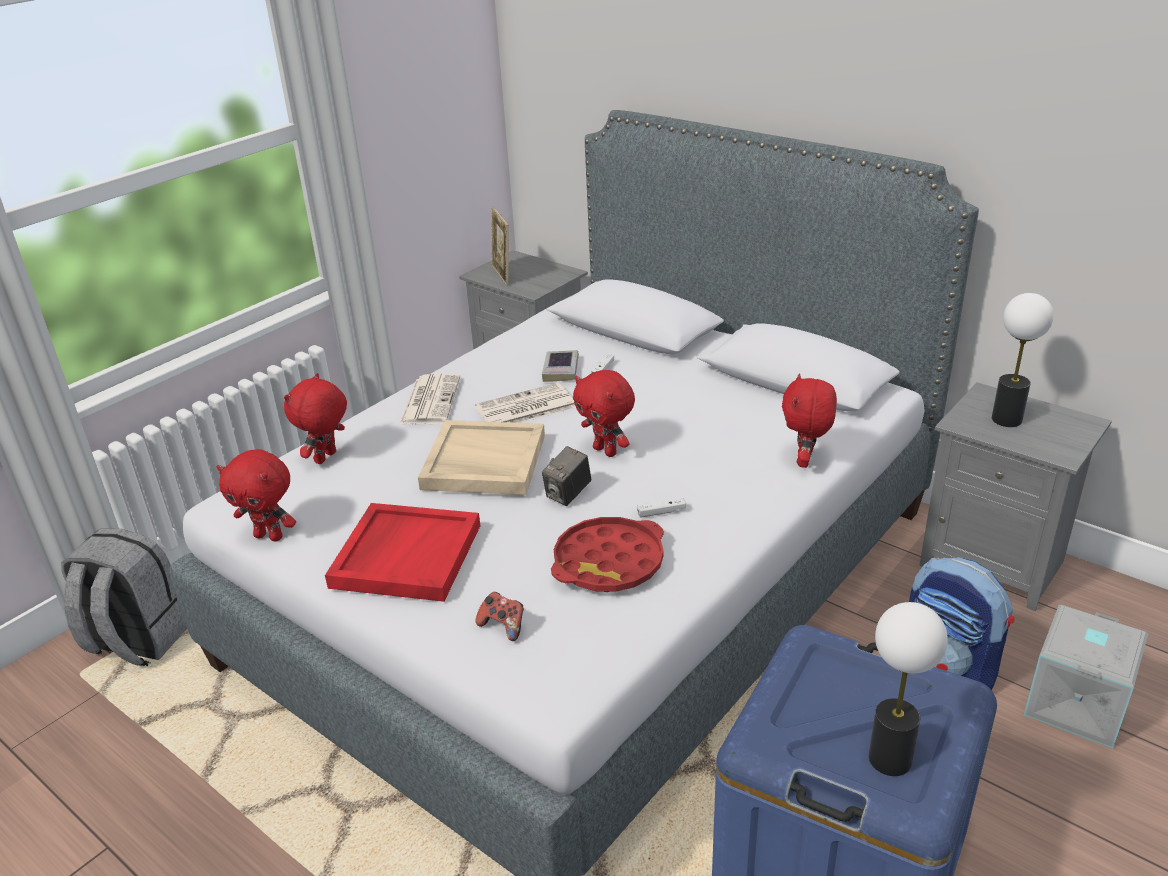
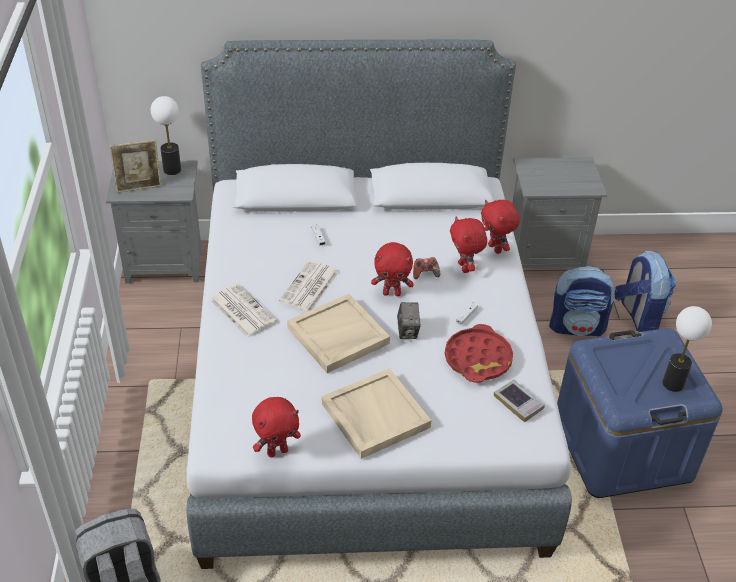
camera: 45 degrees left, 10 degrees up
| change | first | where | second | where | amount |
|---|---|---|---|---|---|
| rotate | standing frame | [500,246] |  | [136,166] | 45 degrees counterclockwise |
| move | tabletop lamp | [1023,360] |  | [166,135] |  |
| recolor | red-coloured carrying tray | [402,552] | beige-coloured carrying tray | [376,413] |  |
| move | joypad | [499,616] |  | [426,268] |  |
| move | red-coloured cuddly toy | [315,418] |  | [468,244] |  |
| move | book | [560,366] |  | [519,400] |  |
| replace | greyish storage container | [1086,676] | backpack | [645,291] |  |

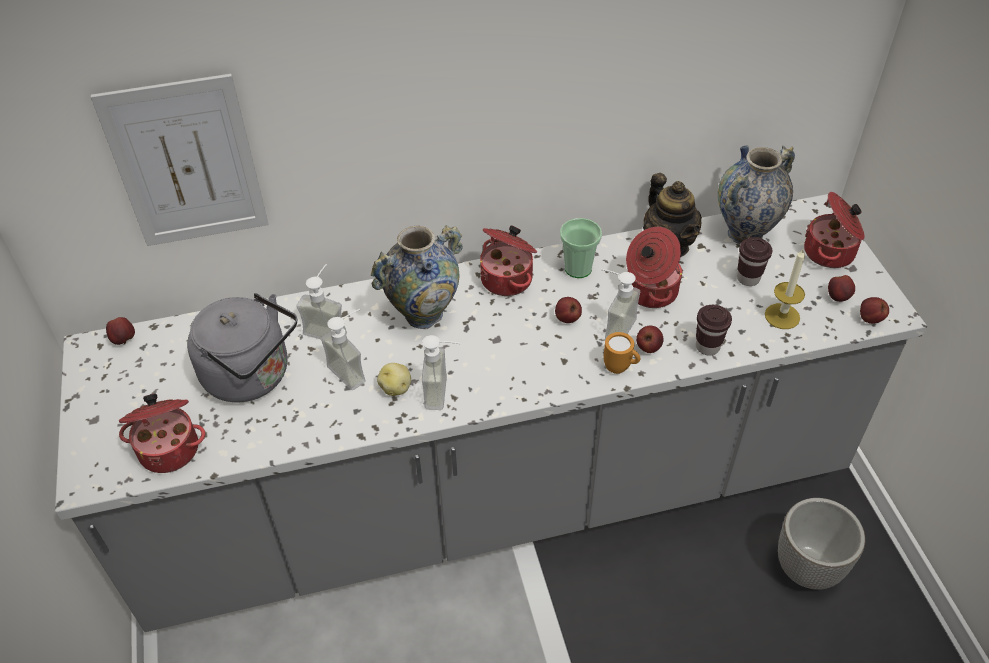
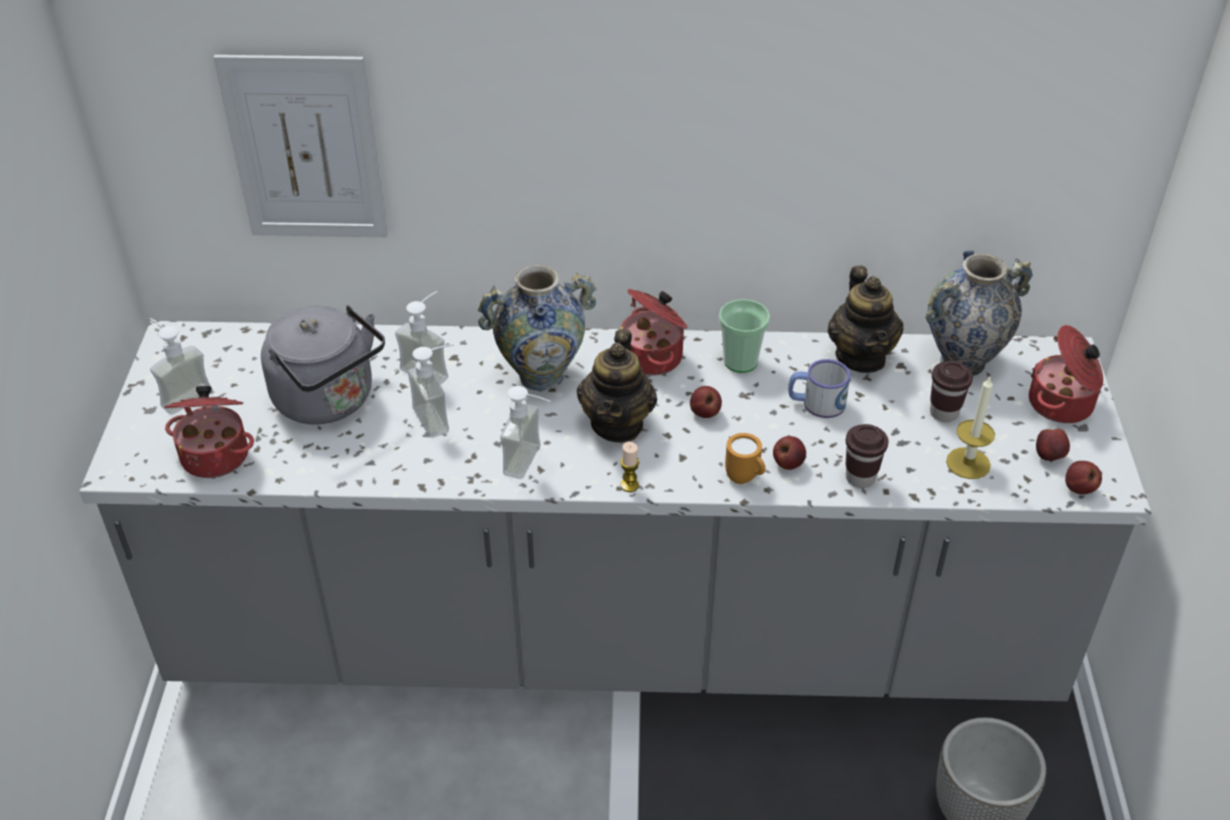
camera: 15 degrees right, 5 degrees down
| change | first | where | second | where | amount |
|---|---|---|---|---|---|
| move | liquid soap bottle | [620,304] |  | [181,366] |  |
| insert |  |  | pot for tea | [617,386] |  |
| insert |  |  | candle | [630,467] |  |
| replace | cooking pot | [654,267] | tea mug | [819,388] |  |
| delete | whole apple | [120,331] |  |  |  |
| delete | potato | [394,379] |  |  |  |

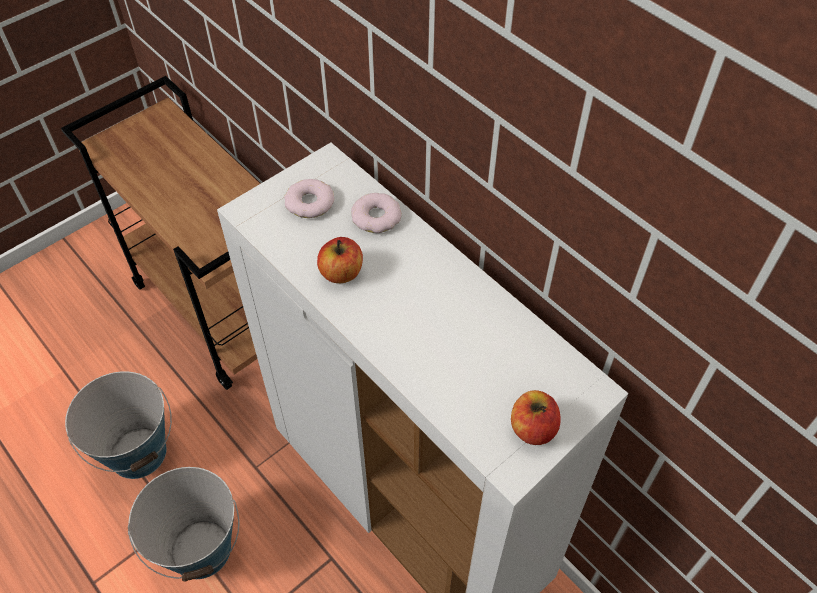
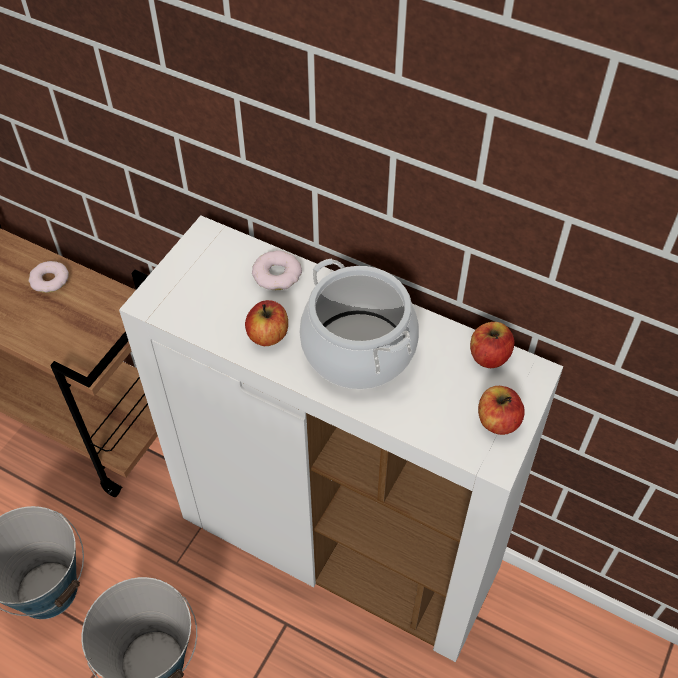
camera: 20 degrees left, 0 degrees up
| change | first | where | second | where | amount |
|---|---|---|---|---|---|
| move | ring doughnut | [309,198] |  | [48,277] |  |
| insert |  |  | cooking pot | [359,323] |  |
| insert |  |  | whole apple | [492,345] |  |

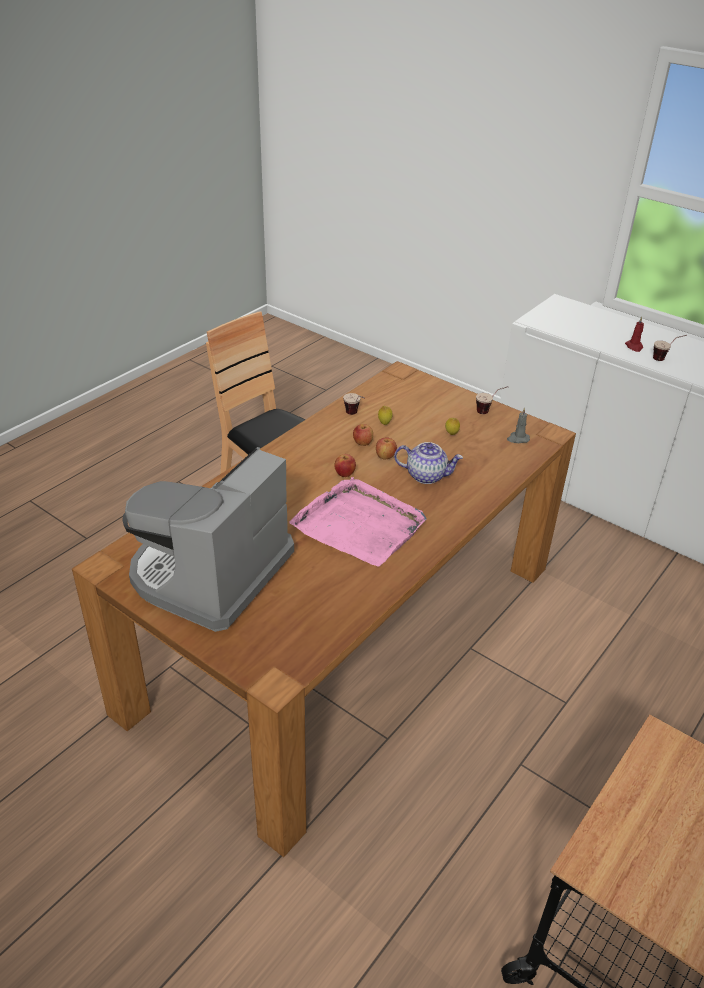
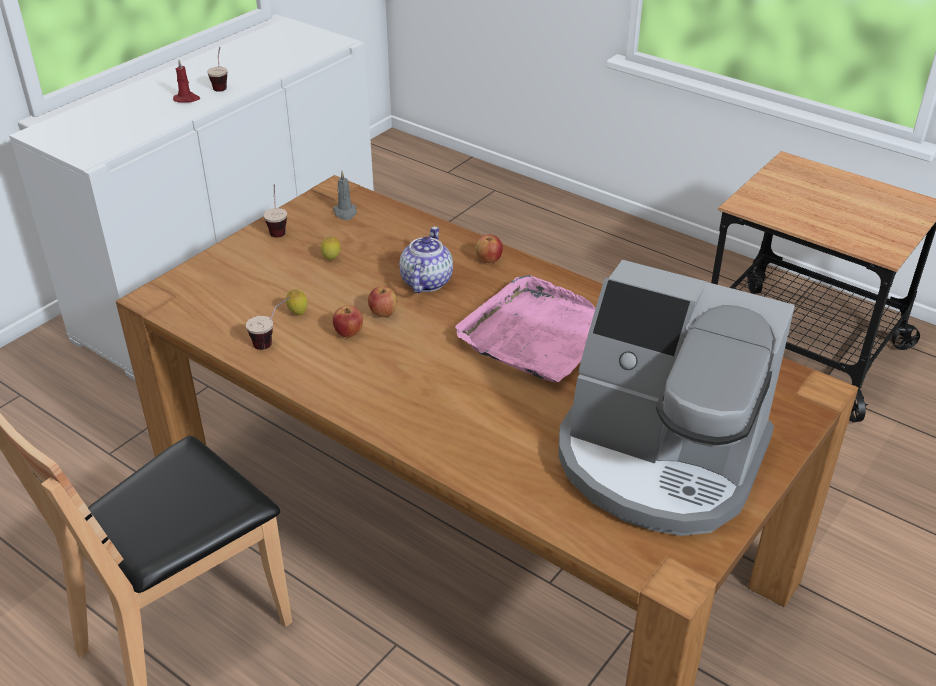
camera: 90 degrees left, 0 degrees up
| change | first | where | second | where | amount |
|---|---|---|---|---|---|
| move | whole apple | [345,465] |  | [489,248] |  |

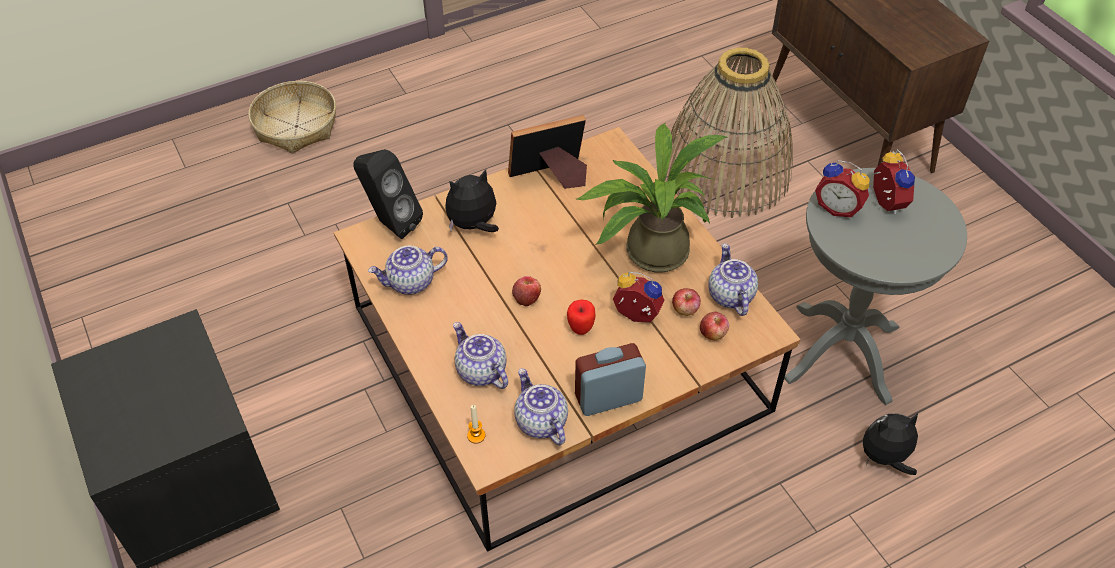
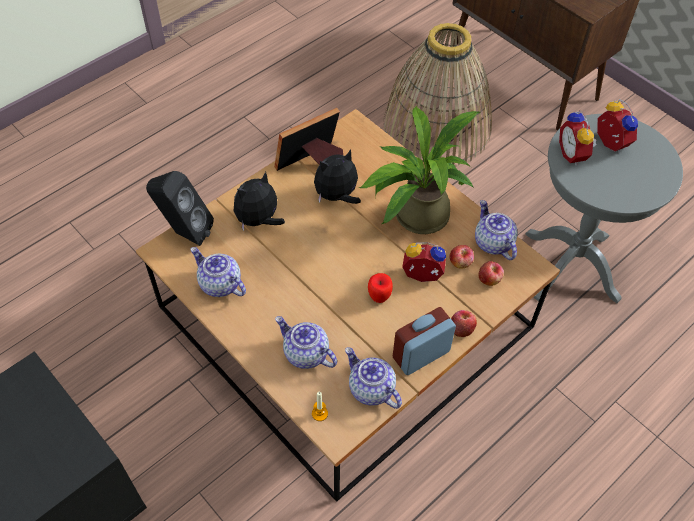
camera: 15 degrees left, 5 degrees up
| change | first | where | second | where | amount |
|---|---|---|---|---|---|
| rotate | pot for tea | [408,270] |  | [218,272] | 75 degrees clockwise |
| move | cuddly toy | [890,444] |  | [337,177] |  |
| move | whole apple | [526,291] |  | [464,323] |  |
| rotate | bedside clock | [842,188] |  | [578,138] | 60 degrees clockwise |
| delete | basket | [292,117] |  |  |  |

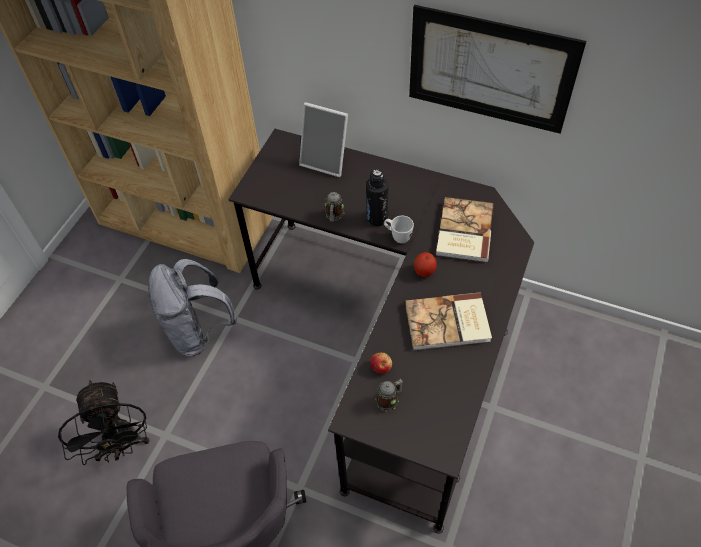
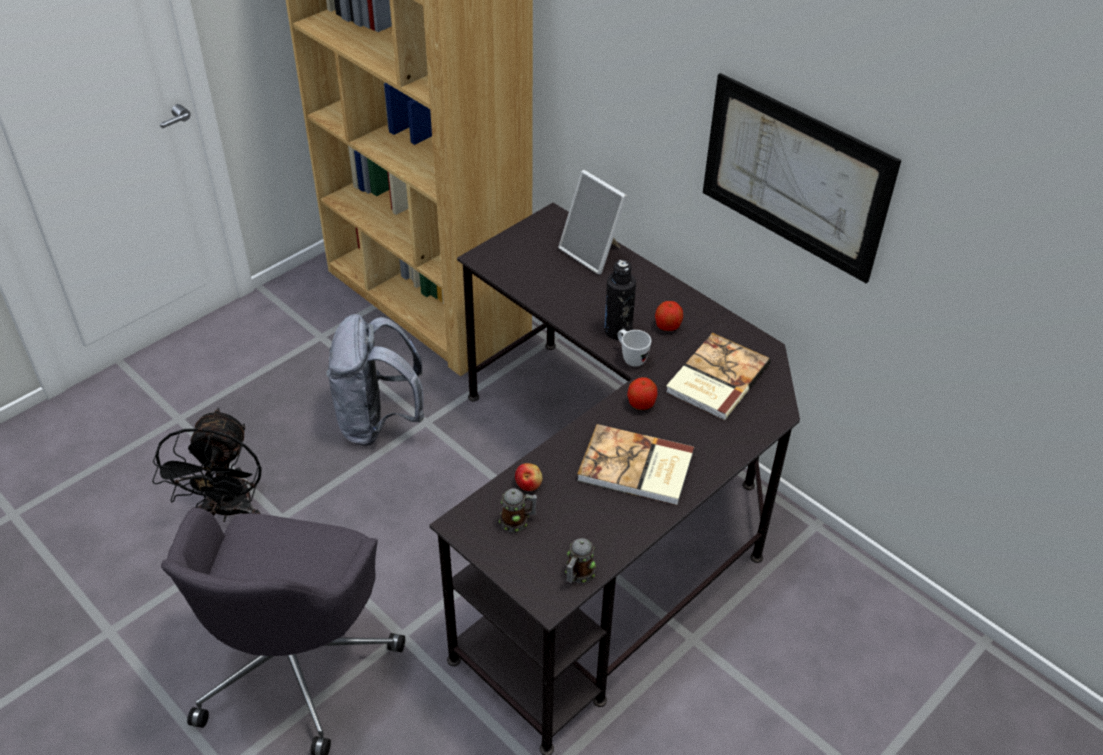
camera: 20 degrees right, 10 degrees down
| change | first | where | second | where | amount |
|---|---|---|---|---|---|
| move | tea mug | [335,207] |  | [580,560] |  |
| insert |  |  | whole apple | [669,316] |  |

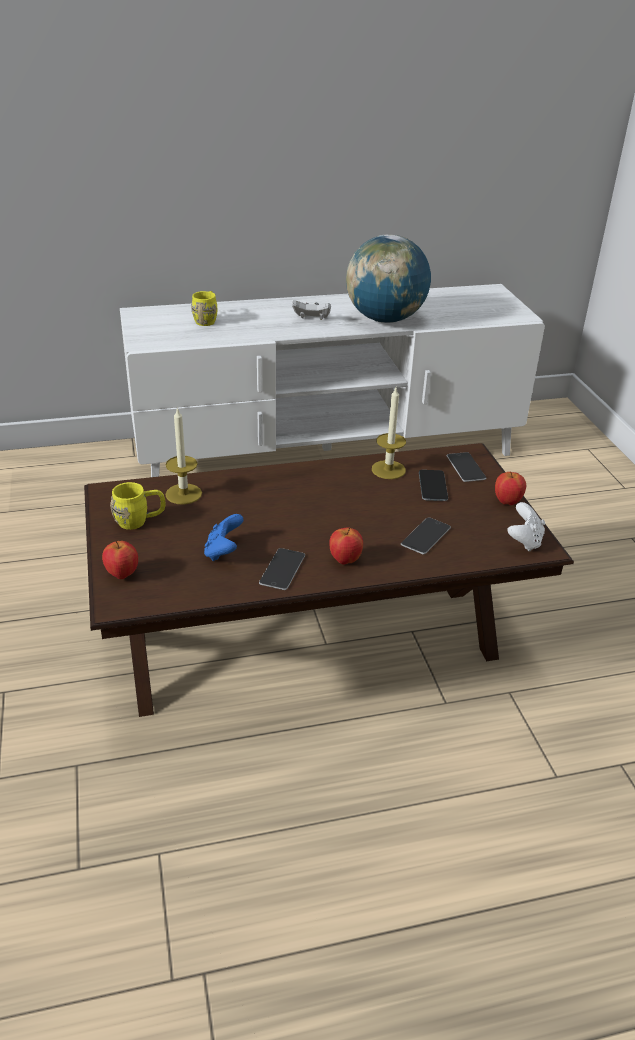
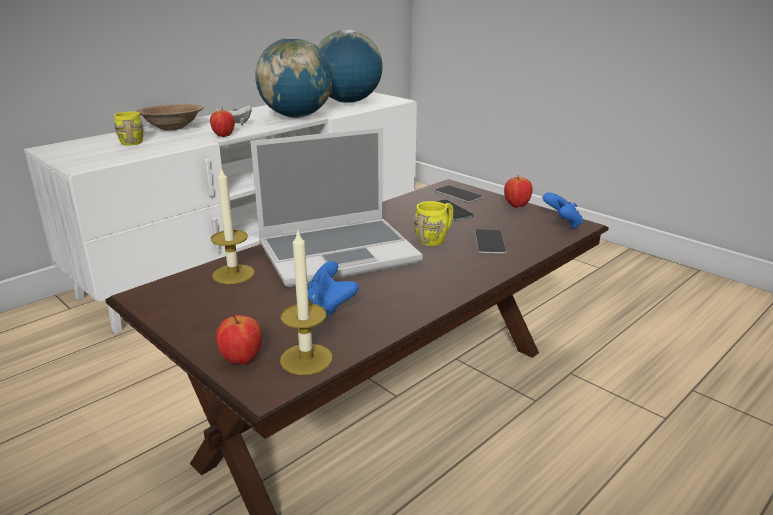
camera: 30 degrees left, 10 degrees down
| change | first | where | second | where | amount |
|---|---|---|---|---|---|
| insert |  |  | brown serving bowl | [170,117] |  |
| move | whole apple | [346,546] |  | [222,122] |  |
| insert |  |  | notebook computer | [336,207] |  |
| move | candle | [389,433] |  | [306,303] |  |
| insert |  |  | world globe | [350,66] |  |
| move | yellowish tea mug | [137,506] |  | [433,223] |  |
| recolor | white-coloured joypad | [526,527] | bluish joypad | [563,211] |  |
| delete | handset | [282,569] |  |  |  |

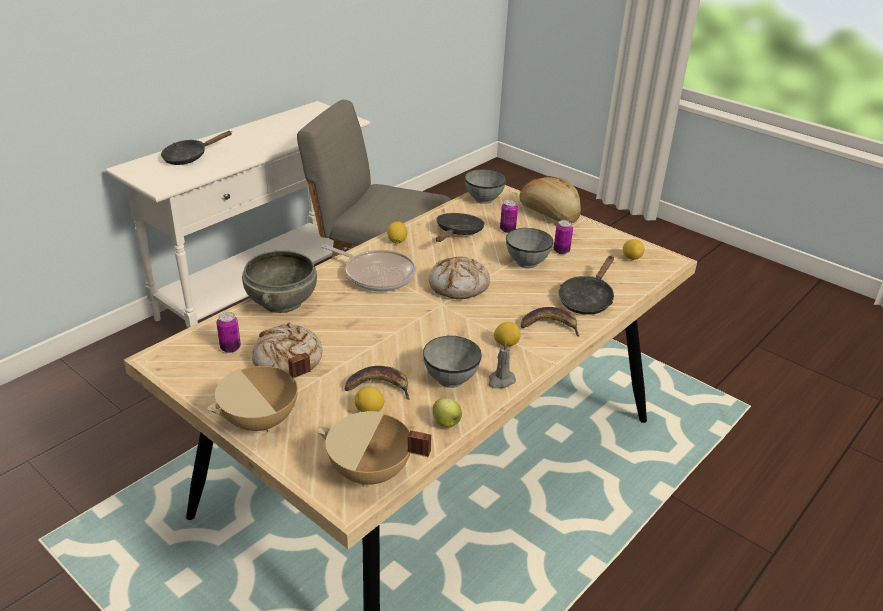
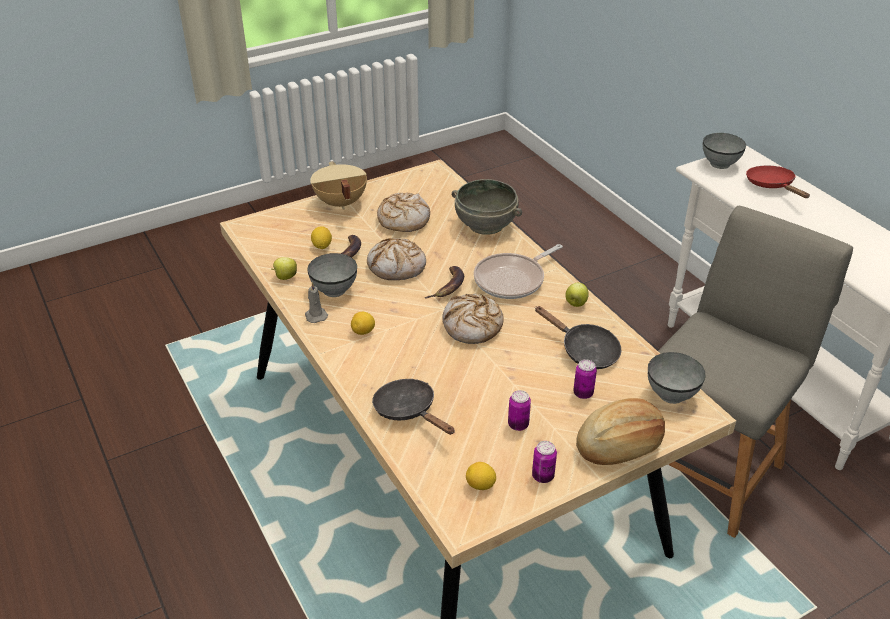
camera: 110 degrees right, 5 degrees up
| change | first | where | second | where | amount |
|---|---|---|---|---|---|
| insert |  |  | bakery bread | [396,259] |  |
| move | whole banana | [550,322] |  | [444,282] |  |
| move | sealed can | [228,332] |  | [544,462] |  |
| replace | lemon | [397,232] | whole apple | [577,295] |  |
| move | greyish serving bowl | [529,248] |  | [724,151] |  |
| recolor | black pan | [196,148] | red-coloured pan | [778,181] |  |
| delete | beige-coloured cooking pot | [375,449] |  |  |  |

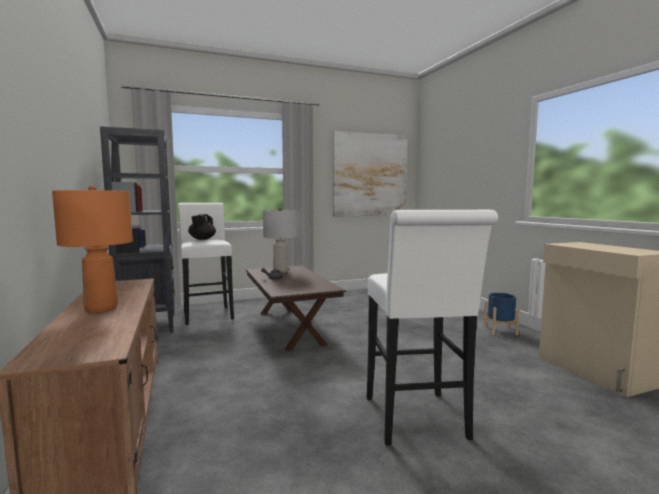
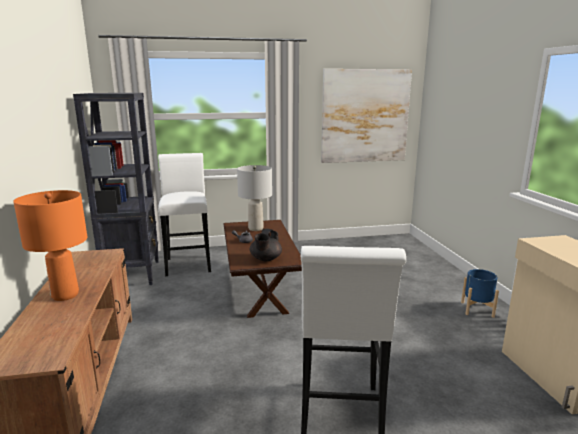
camera: 10 degrees right, 10 degrees up
| change | first | where | second | where | amount |
|---|---|---|---|---|---|
| move | black pot for tea | [202,227] |  | [266,245] |  |

